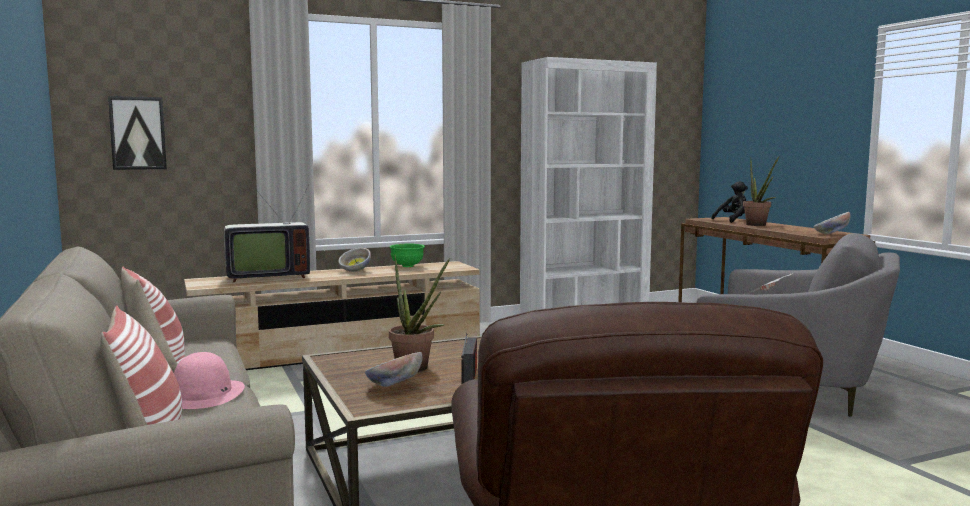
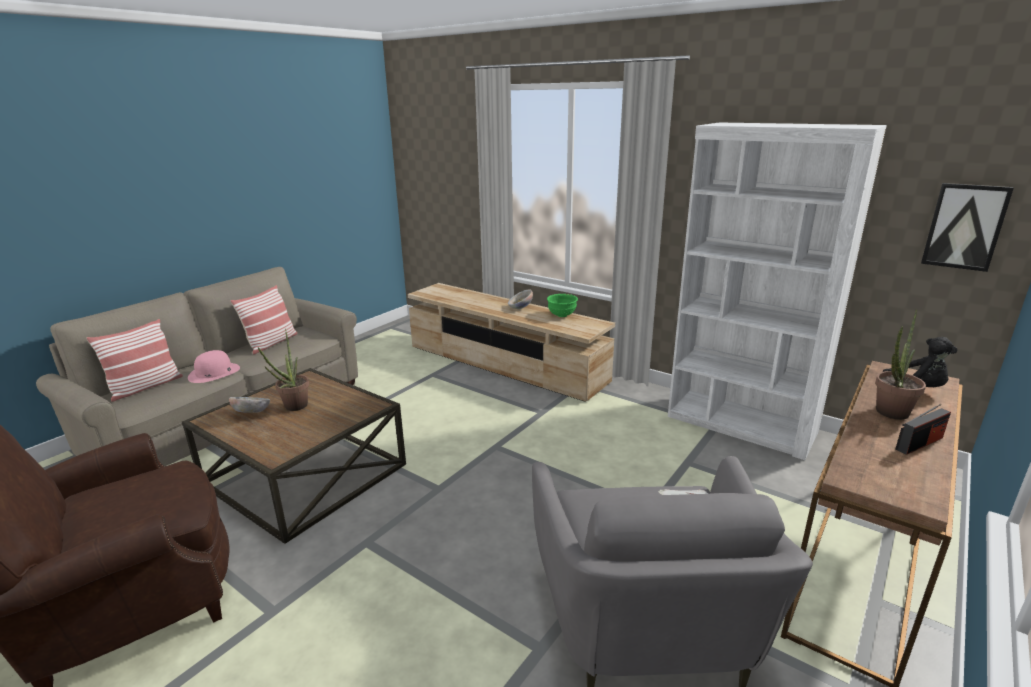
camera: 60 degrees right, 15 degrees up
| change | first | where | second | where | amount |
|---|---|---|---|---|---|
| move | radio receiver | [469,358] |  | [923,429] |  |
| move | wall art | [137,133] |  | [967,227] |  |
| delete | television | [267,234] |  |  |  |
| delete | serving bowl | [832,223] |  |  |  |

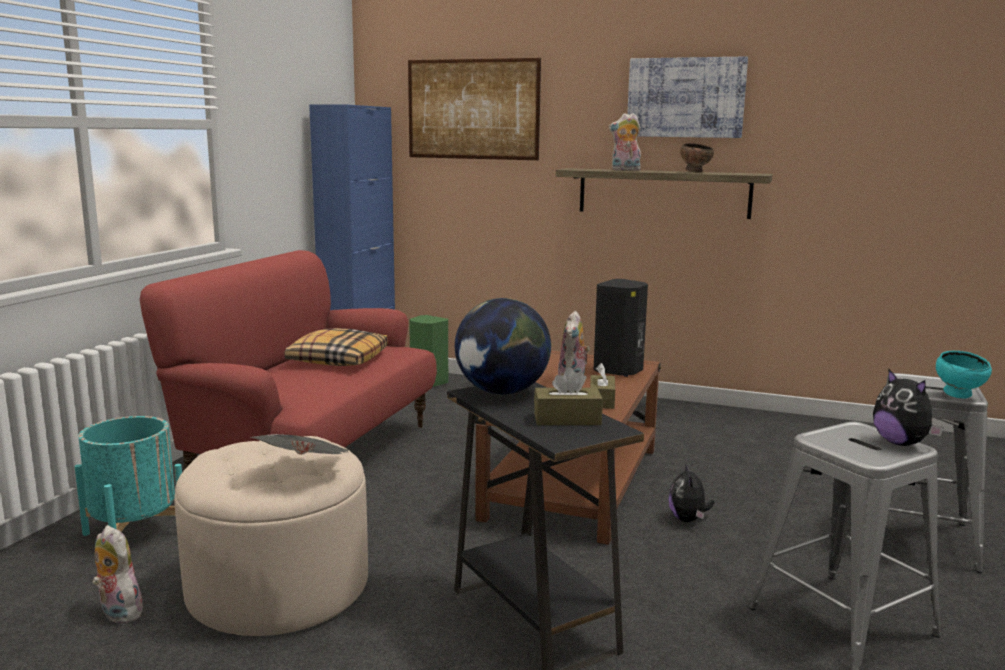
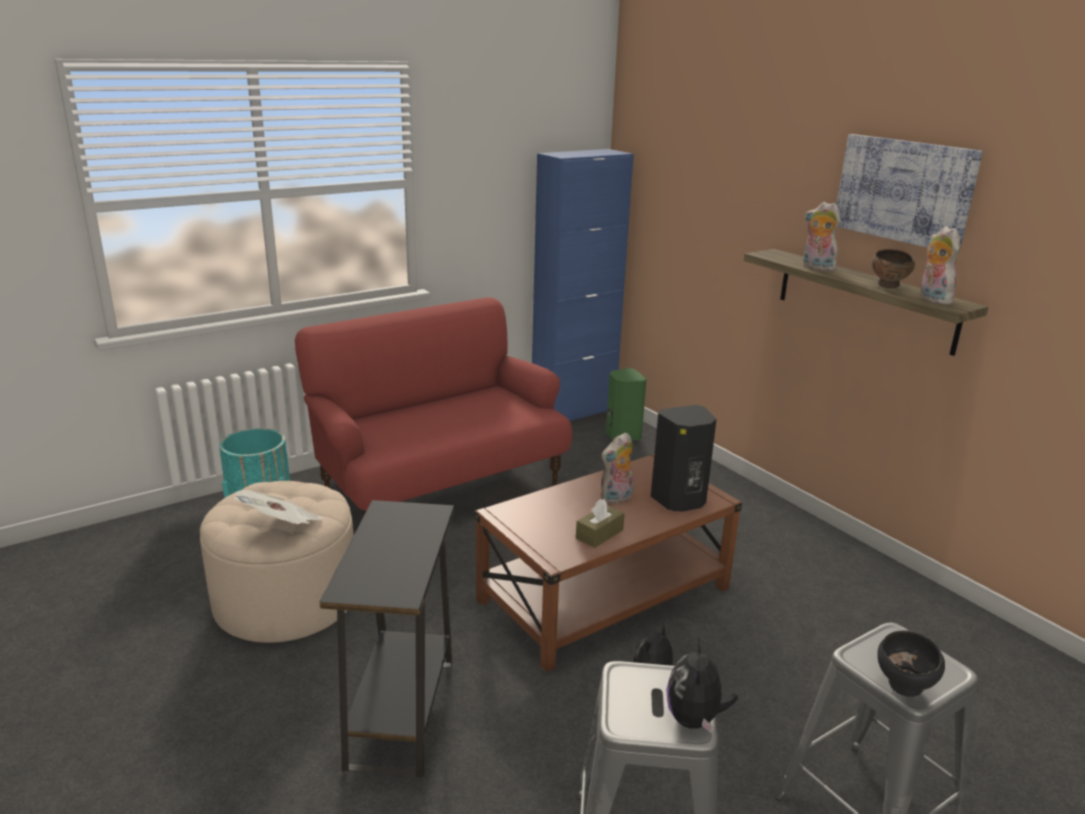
camera: 35 degrees right, 10 degrees up
| change | first | where | second | where | amount |
|---|---|---|---|---|---|
| recolor | turquoise serving bowl | [964,375] | black serving bowl | [911,663] |  |
| move | cuddly toy | [119,574] |  | [940,265] |  |
| delete | pillow | [336,347] |  |  |  |
| delete | wall art | [474,109] |  |  |  |
| delete | world globe | [503,346] |  |  |  |
| delete | brown tissue holder | [568,396] |  |  |  |

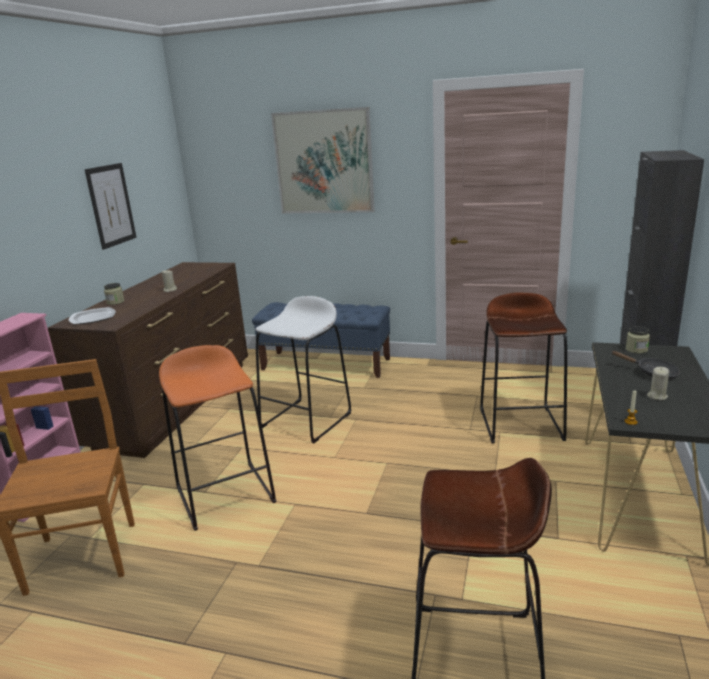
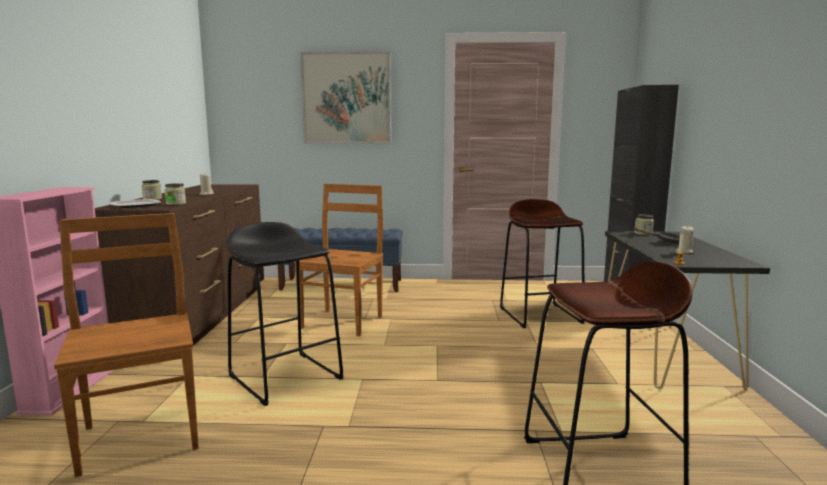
camera: 15 degrees left, 10 degrees down
| change | first | where | second | where | amount |
|---|---|---|---|---|---|
| insert |  |  | jar | [175,194] |  |
| recolor | orange-coloured sitting stool | [217,438] | black sitting stool | [285,314] |  |
| replace | white-coloured sitting stool | [303,369] | brown chair | [338,260] |  |
| delete | wall art | [111,206] |  |  |  |

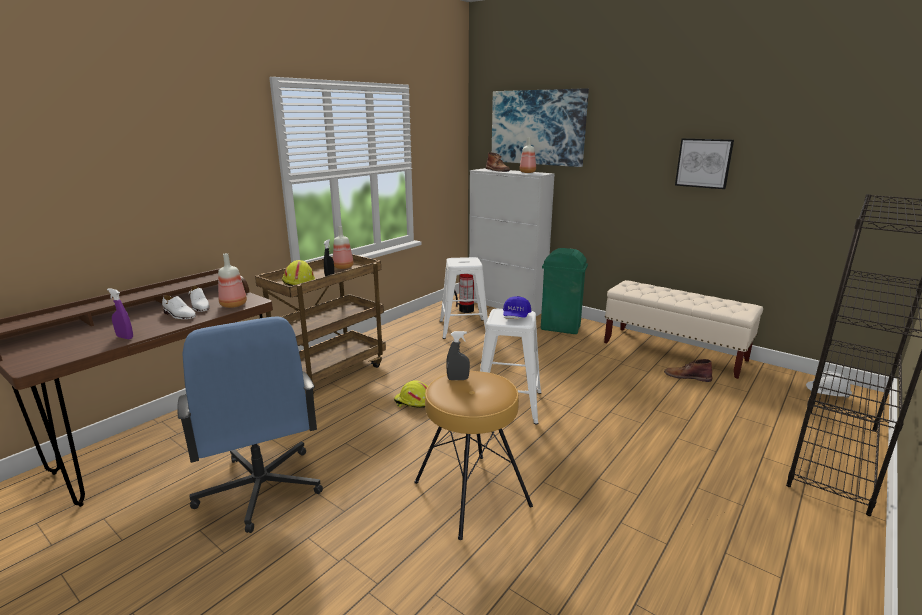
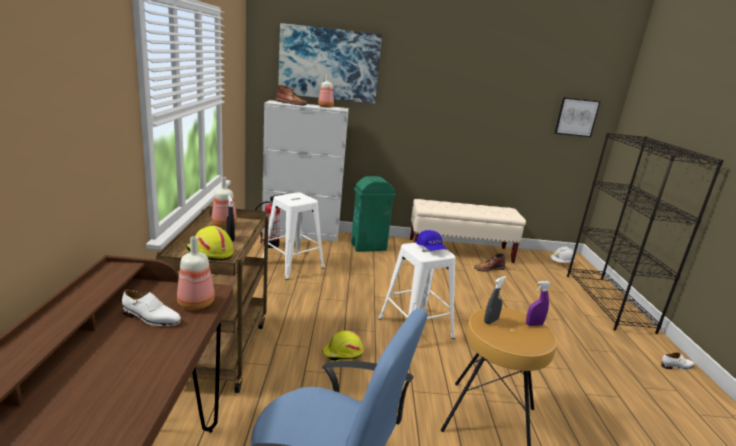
camera: 40 degrees left, 0 degrees up
| change | first | where | second | where | amount |
|---|---|---|---|---|---|
| move | purple spray bottle | [120,313] |  | [539,303] |  |
| move | wall art | [704,163] |  | [577,117] |  |
| move | white-coloured item of footwear | [179,307] |  | [678,361] |  |

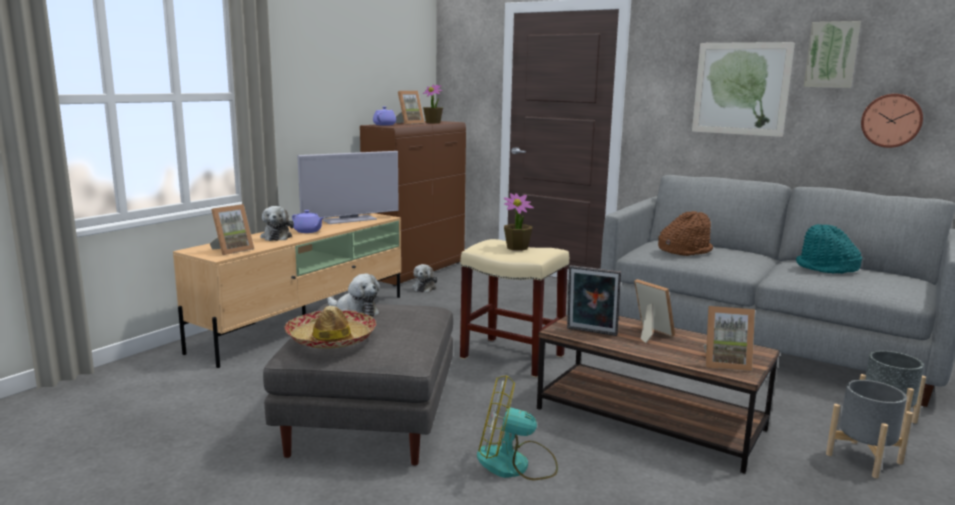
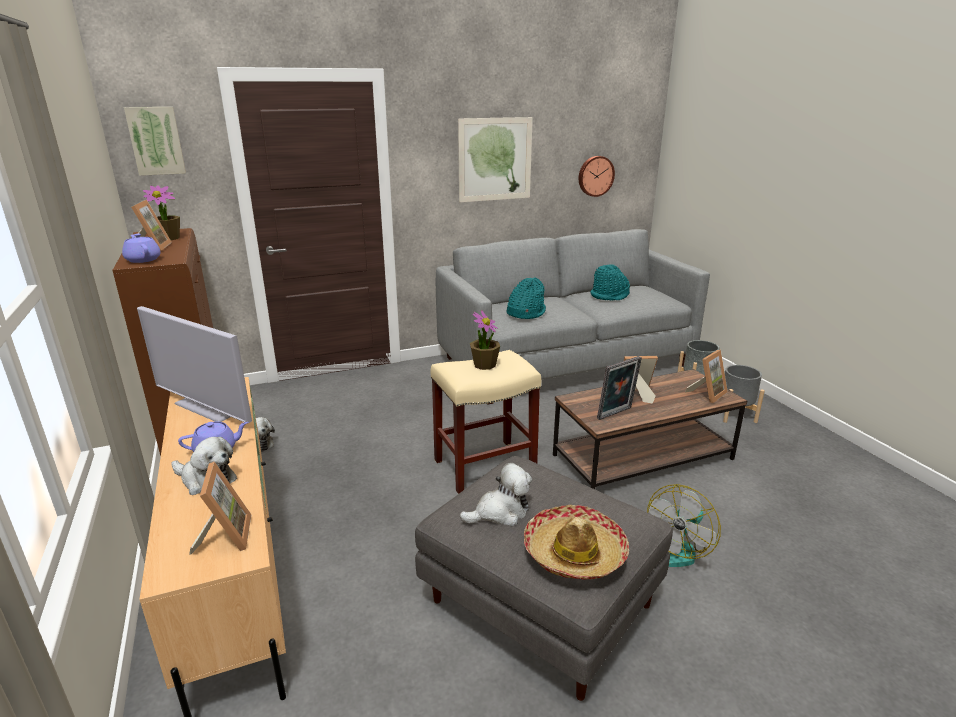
camera: 55 degrees left, 10 degrees up
| change | first | where | second | where | amount |
|---|---|---|---|---|---|
| move | wall art | [832,54] |  | [155,141] |  |
| rotate | television | [348,187] |  | [194,364] | 120 degrees clockwise |
| recolor | brown hat | [685,233] | turquoise hat | [526,298] |  |

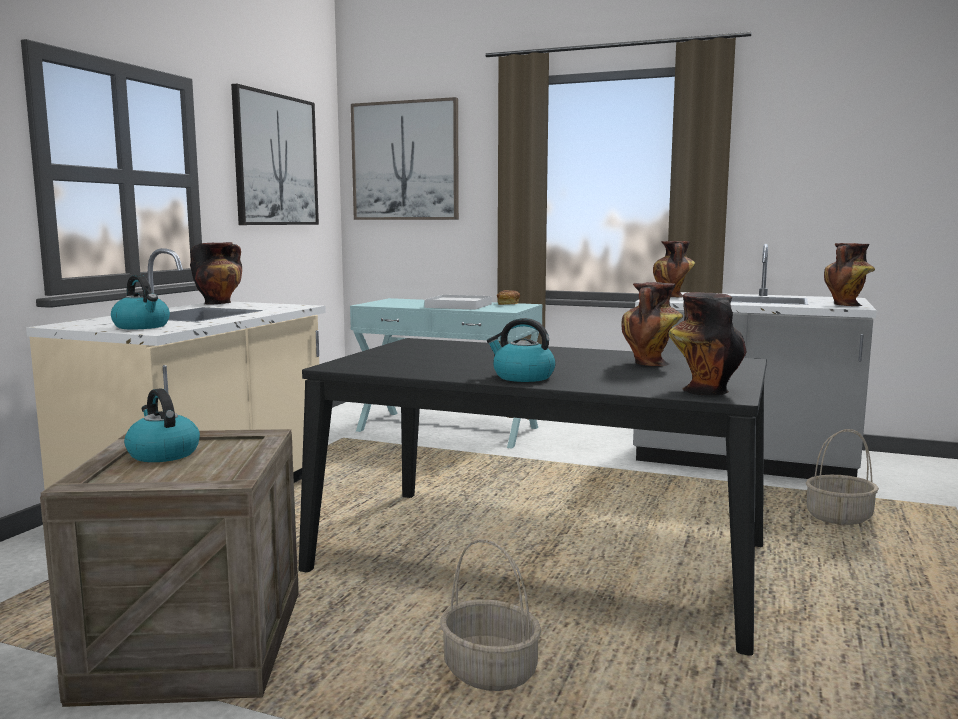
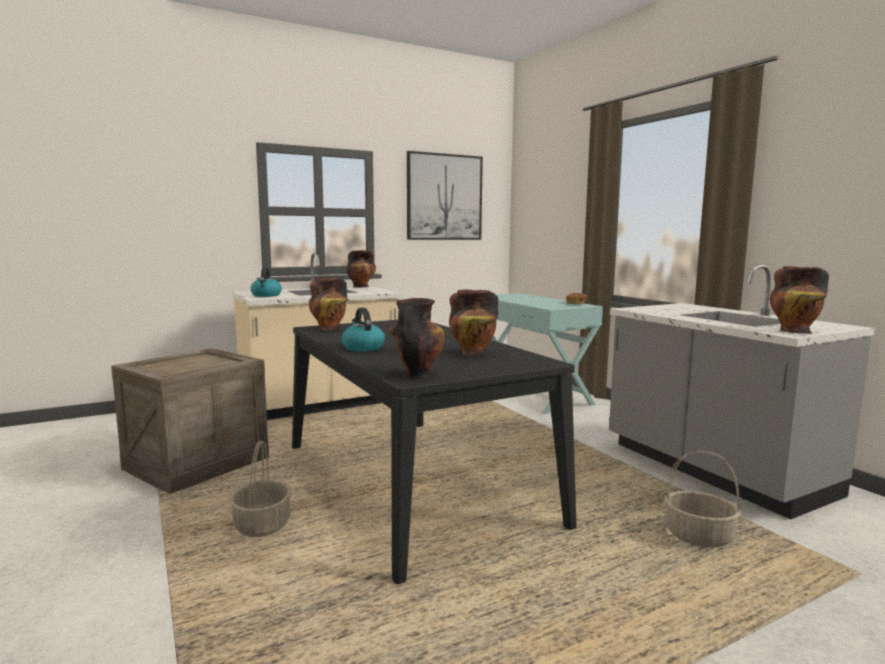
camera: 40 degrees right, 0 degrees up
| change | first | where | second | where | amount |
|---|---|---|---|---|---|
| move | flower vase | [674,269] |  | [328,304] |  |
| delete | water kettle | [162,425] |  |  |  |
| delete | wall art | [405,158] |  |  |  |
| delete | white-coloured carrying tray | [458,302] |  |  |  |

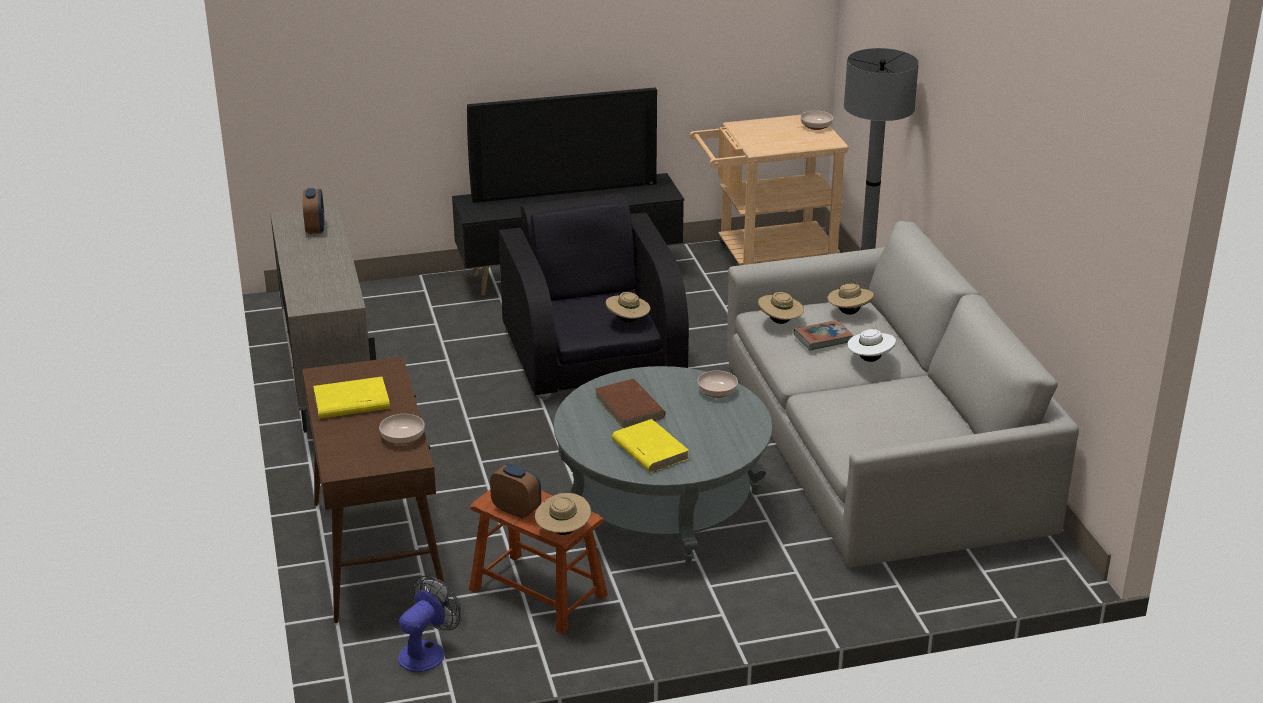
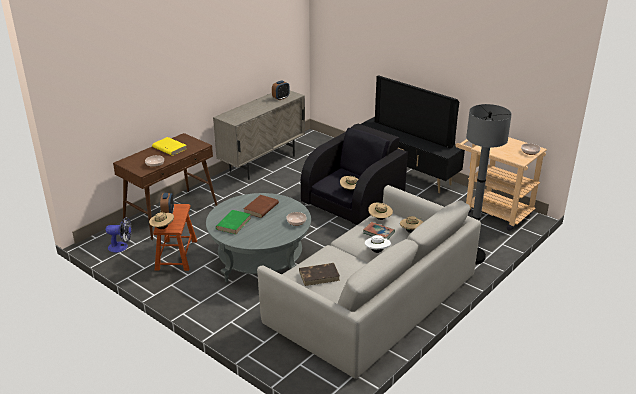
camera: 55 degrees right, 0 degrees up
| change | first | where | second | where | amount |
|---|---|---|---|---|---|
| recolor | yellowish book | [650,446] | green-coloured book | [233,222] |  |
| insert |  |  | brown book | [319,274] |  |

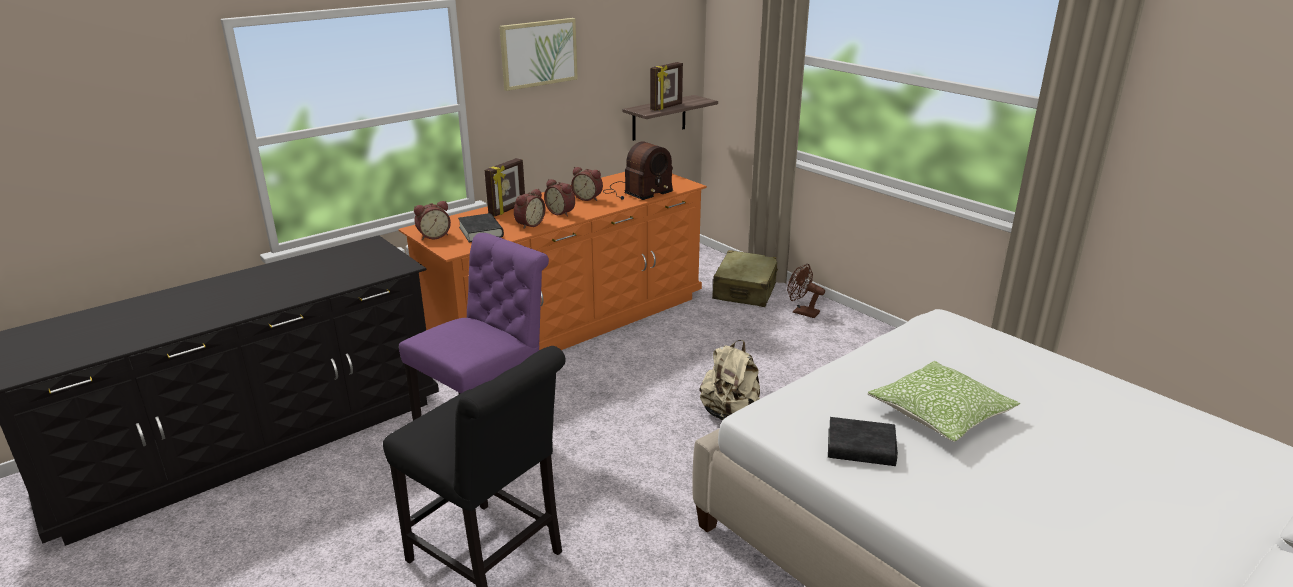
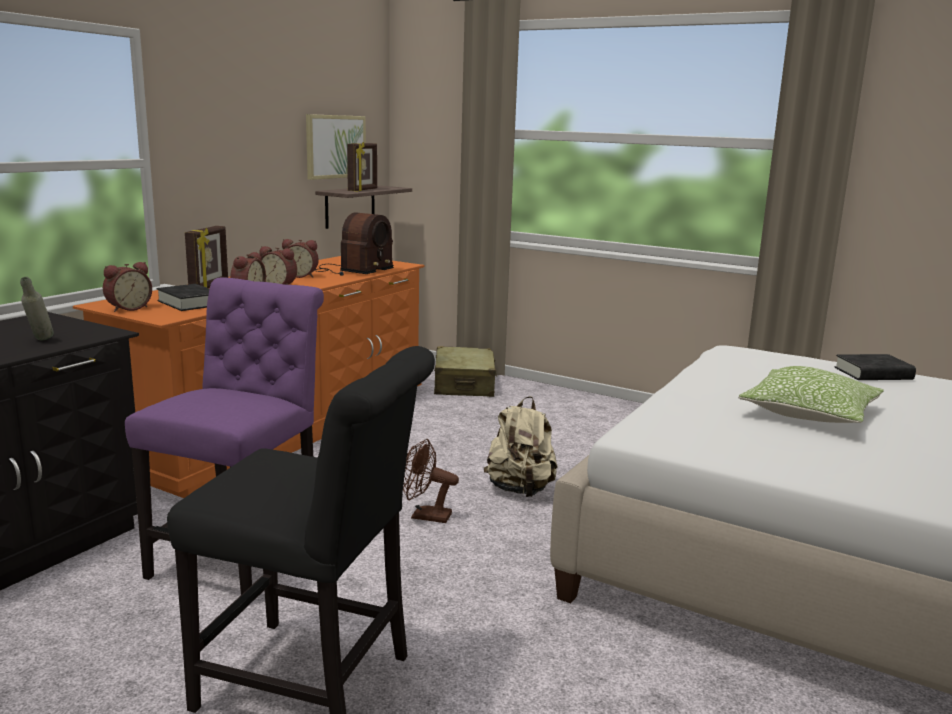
camera: 20 degrees left, 10 degrees down
| change | first | where | second | where | amount |
|---|---|---|---|---|---|
| insert |  |  | greyish bottle | [37,308] |  |
| move | wall art | [538,54] |  | [336,147] |  |
| move | brown cooling fan | [806,291] |  | [431,481] |  |
| move | black book | [863,441] |  | [875,367] |  |

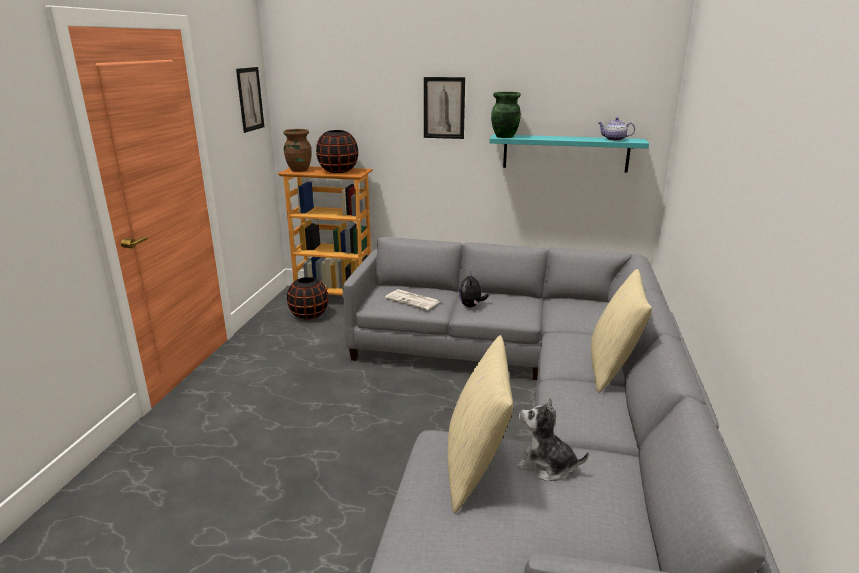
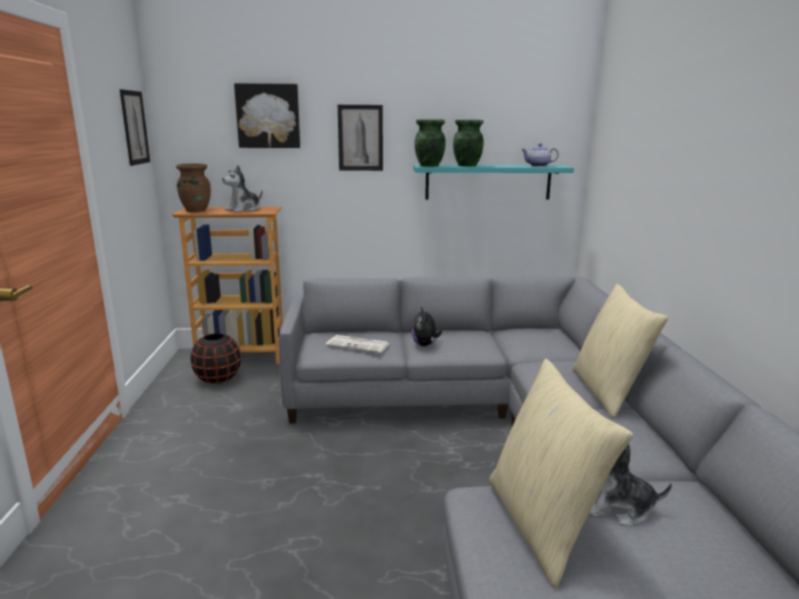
camera: 15 degrees left, 5 degrees down
| change | first | where | second | where | amount |
|---|---|---|---|---|---|
| replace | black flower vase | [337,151] | cuddly toy | [242,188] |  |
| insert |  |  | wall art | [267,115] |  |
| insert |  |  | green-coloured flower vase | [468,143] |  |

